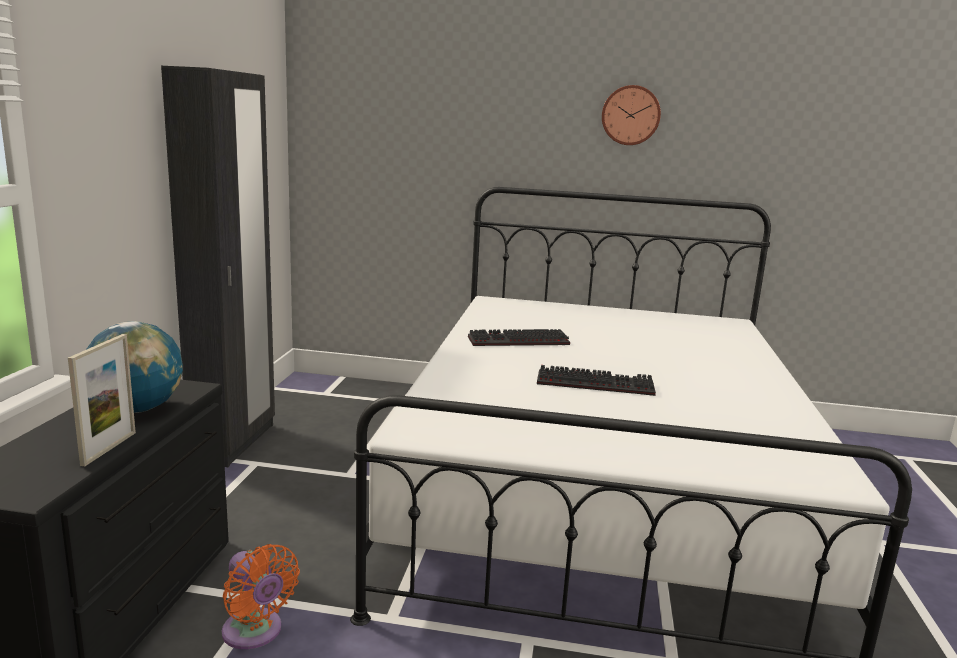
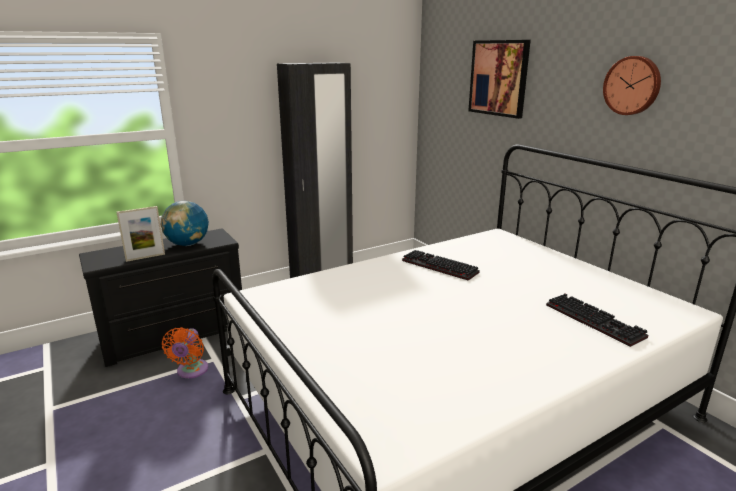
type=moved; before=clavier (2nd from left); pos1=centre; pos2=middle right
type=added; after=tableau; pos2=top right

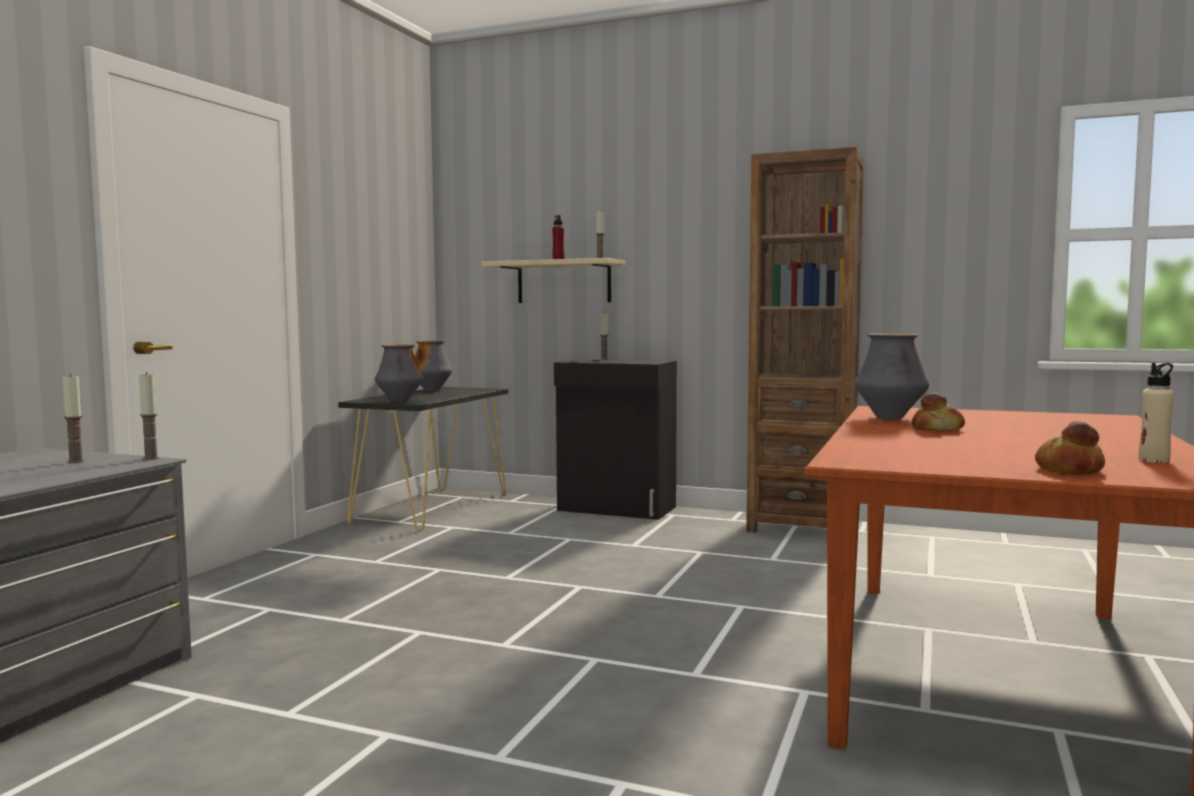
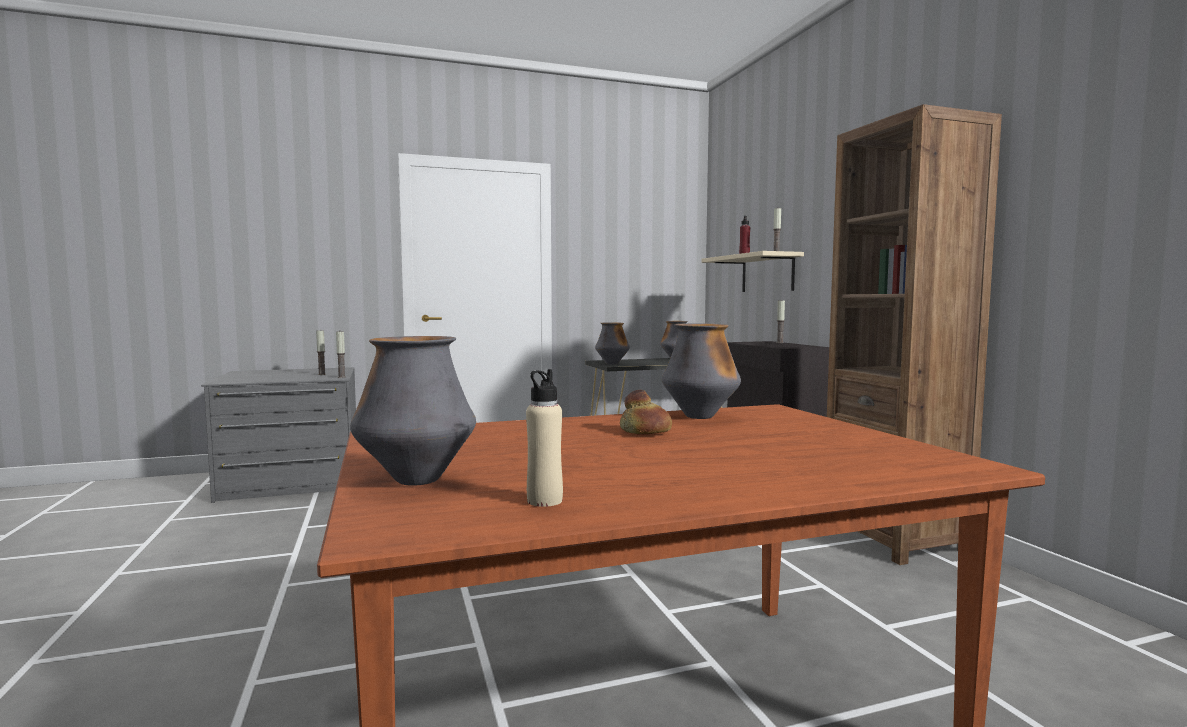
type=replaced; before=pain (2nd from left); after=vase (1st from left); pos1=middle right; pos2=centre

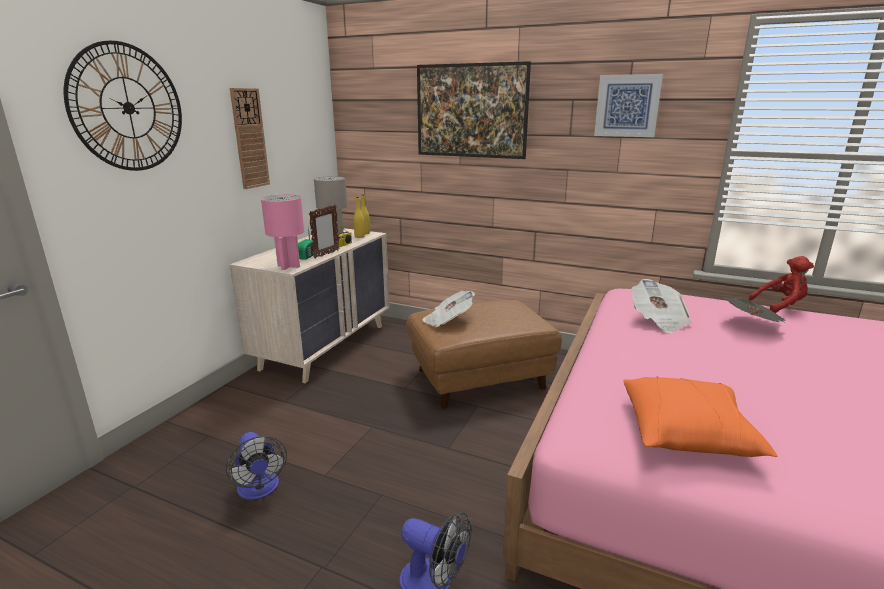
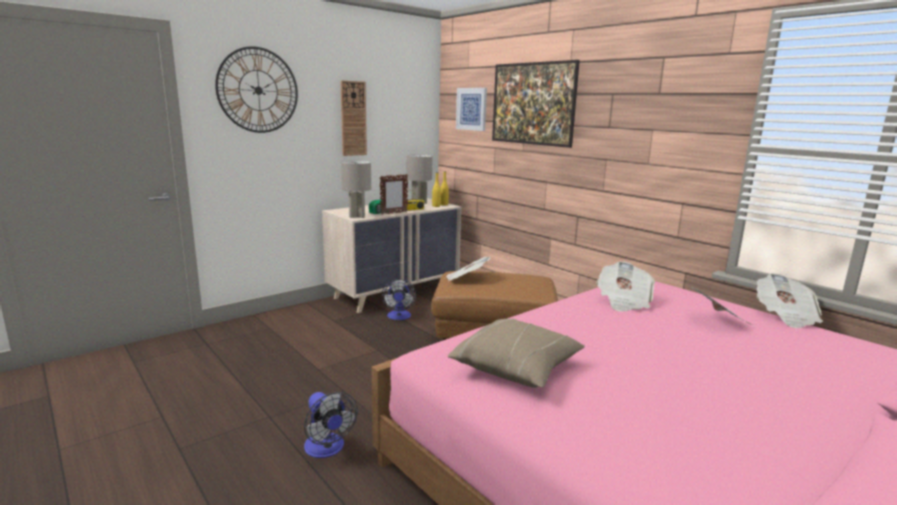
type=moved; before=ventilateur (1st from left in the first image); after=ventilateur (2nd from left); pos1=bottom left; pos2=centre
type=recoloured; before=lampe de table [rose]; after=lampe de table [gris] (1st from left); pos1=middle left; pos2=centre
type=moved; before=tableau (2nd from left in the first image); after=tableau (1st from left); pos1=top right; pos2=top centre
type=recoloured; before=coussin [orange]; after=coussin [beige]; pos1=bottom right; pos2=bottom centre
type=replaced; before=peluche [rouge]; after=journal (4th from left); pos1=middle right; pos2=middle right

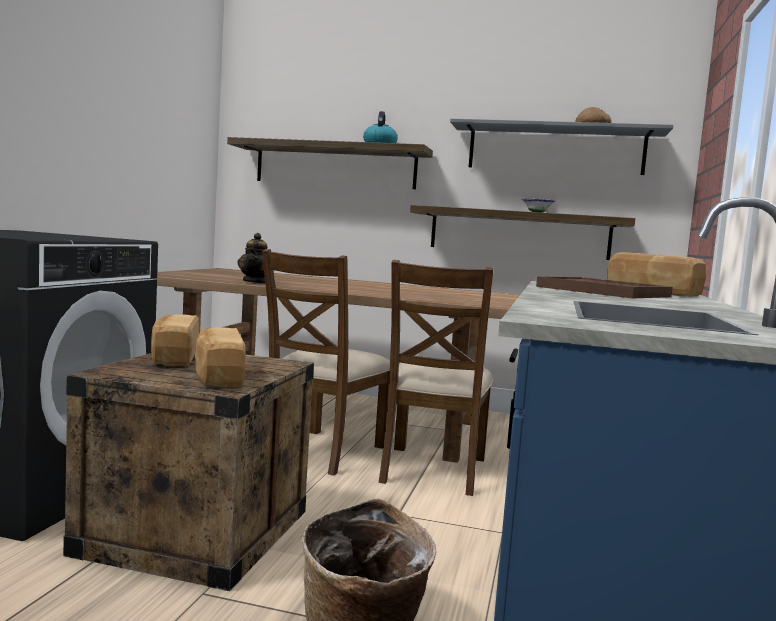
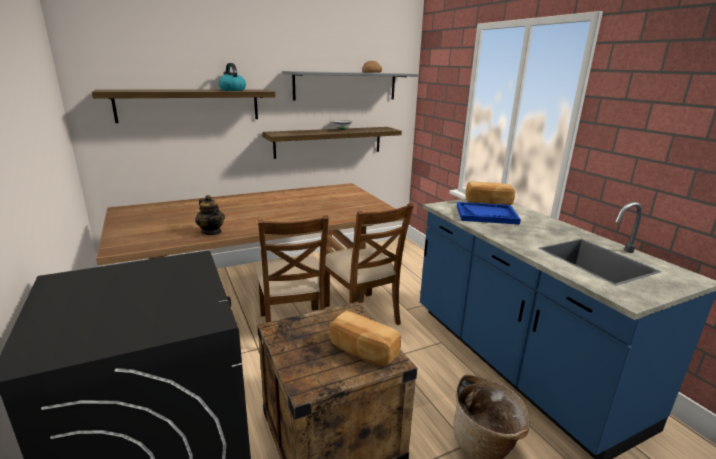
type=removed; before=pain (1st from left); pos1=middle left
type=recoloured; before=plateau [marron]; after=plateau [bleu]; pos1=middle right; pos2=middle right

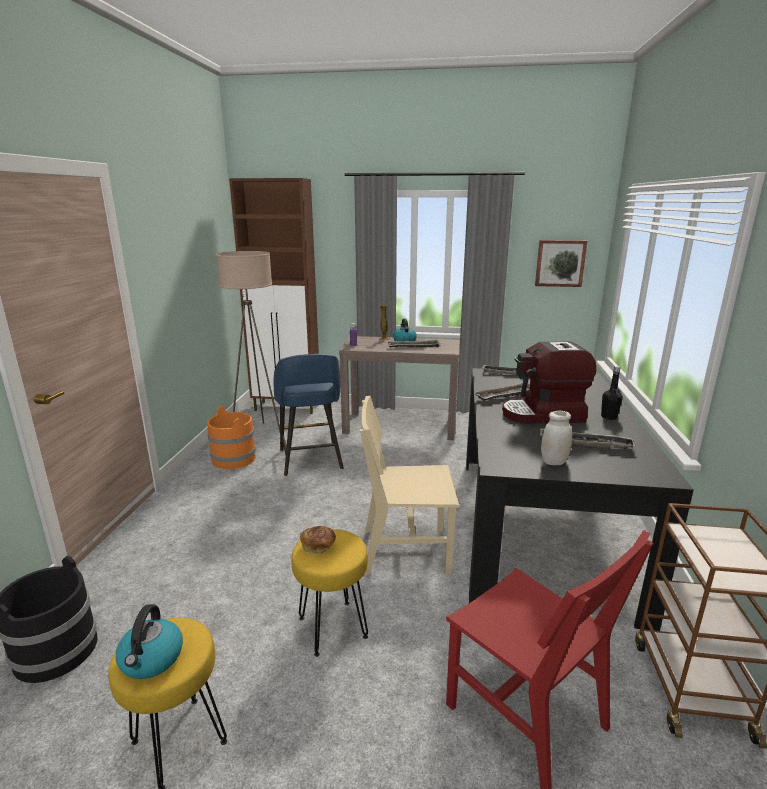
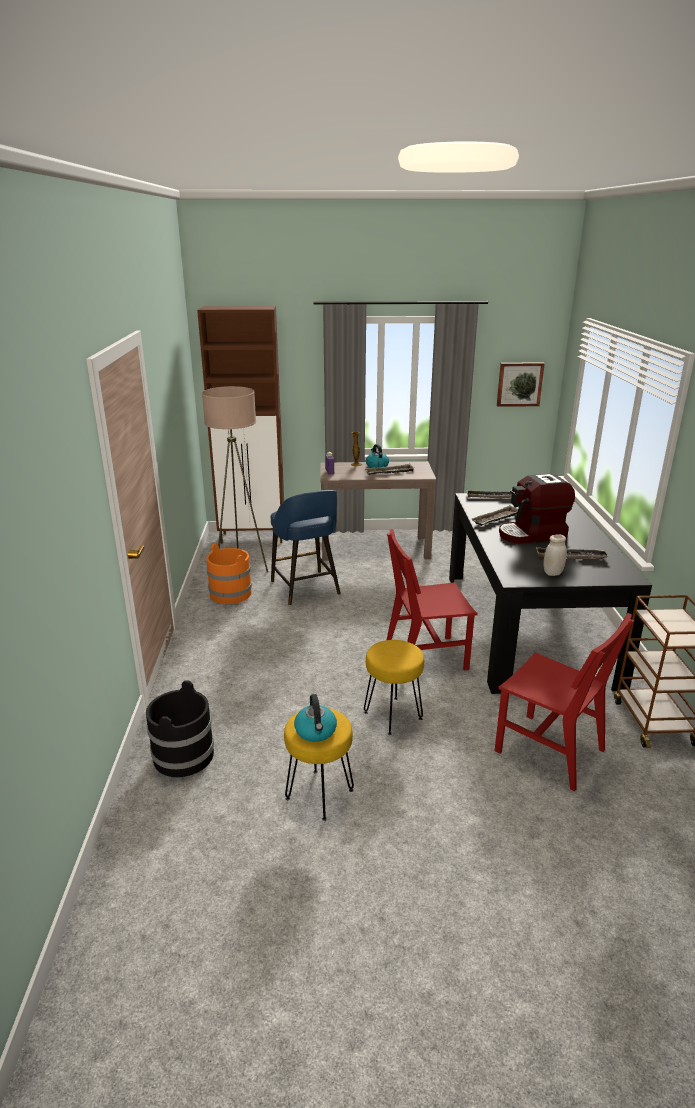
type=removed; before=pain; pos1=bottom centre
type=recoloured; before=chaise [beige]; after=chaise [rouge] (1st from left); pos1=centre; pos2=centre
type=removed; before=bouteille [noir]; pos1=middle right

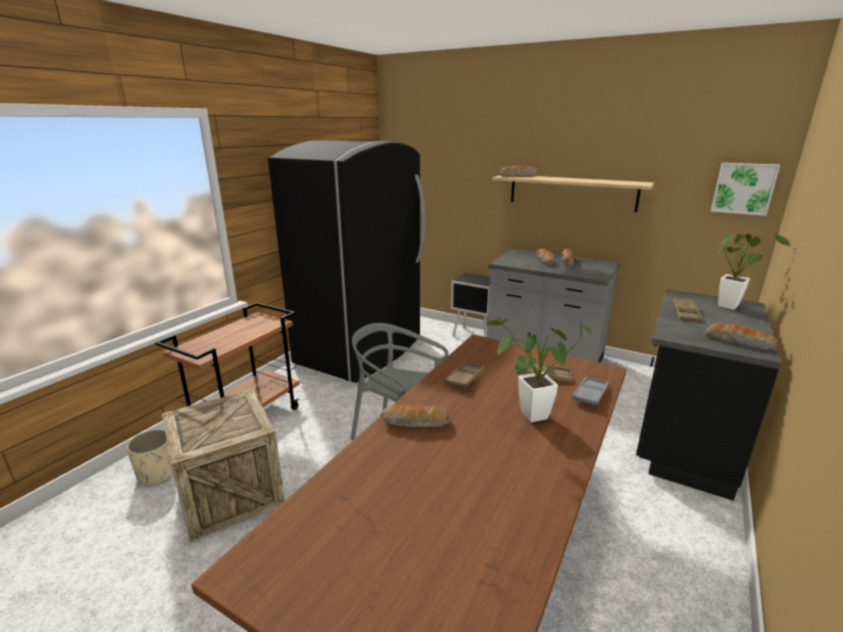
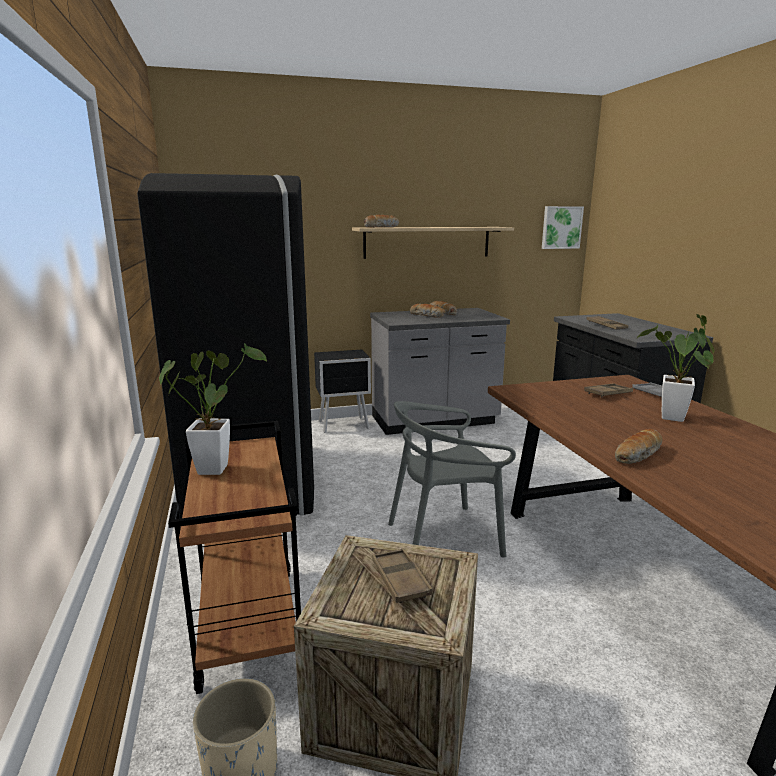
type=moved; before=plateau [marron] (1st from left); pos1=centre; pos2=bottom centre
type=removed; before=pain (5th from left); pos1=middle right
type=moved; before=plante en pot (2nd from left in the first image); after=plante en pot (1st from left); pos1=middle right; pos2=middle left

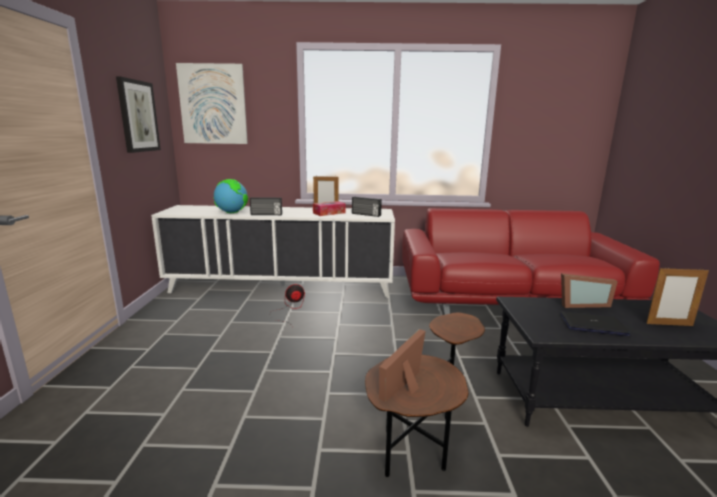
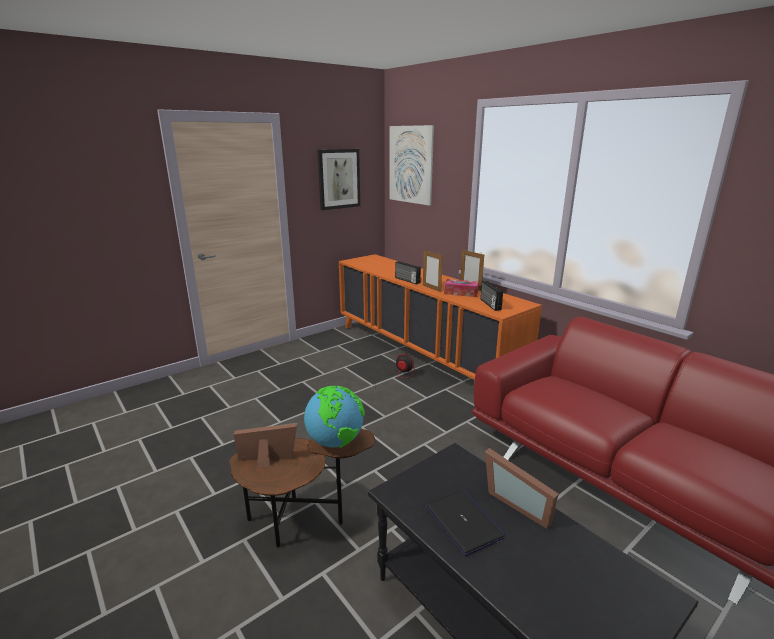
type=recoloured; before=meuble de rangement [blanc]; after=meuble de rangement [orange]; pos1=centre; pos2=centre
type=moved; before=globe; pos1=middle left; pos2=centre
type=moved; before=cadre photo (4th from left in the first image); after=cadre photo (2nd from left); pos1=middle right; pos2=centre

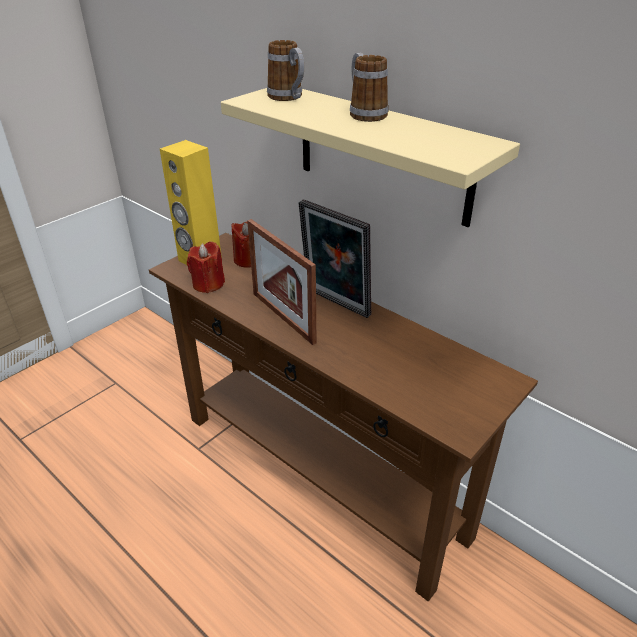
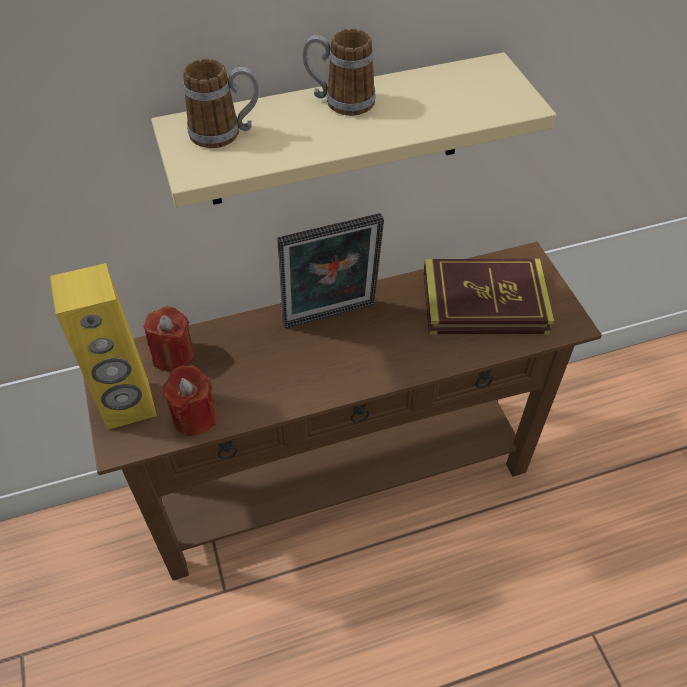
type=removed; before=cadre photo (1st from left); pos1=centre
type=added; after=livre; pos2=middle right

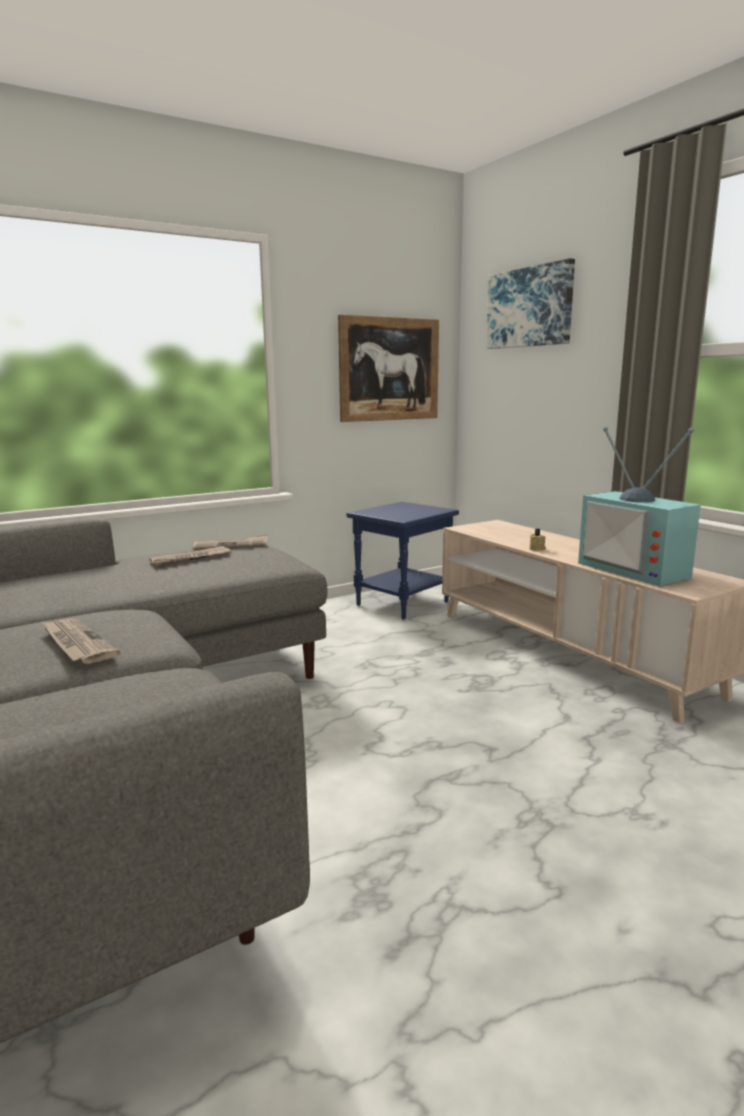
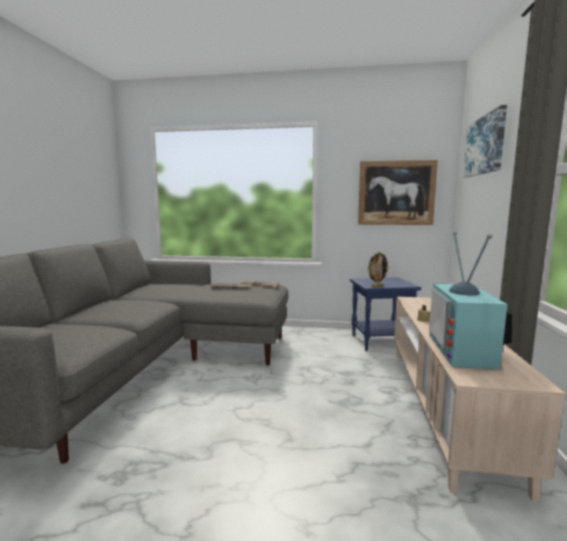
type=removed; before=journal (1st from left); pos1=middle left
type=added; after=cadre photo; pos2=middle right

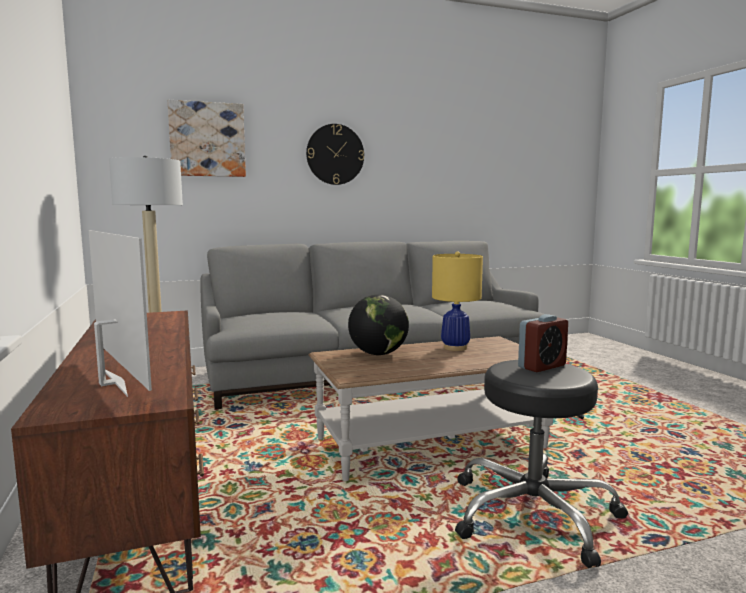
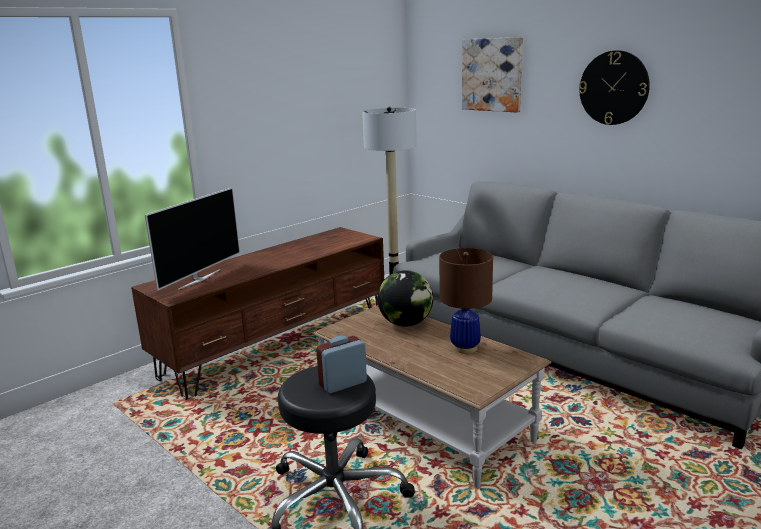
type=recoloured; before=lampe de table [jaune]; after=lampe de table [marron]; pos1=centre; pos2=centre
type=turned; before=réveil; pos1=middle right; pos2=bottom centre; turn=120

